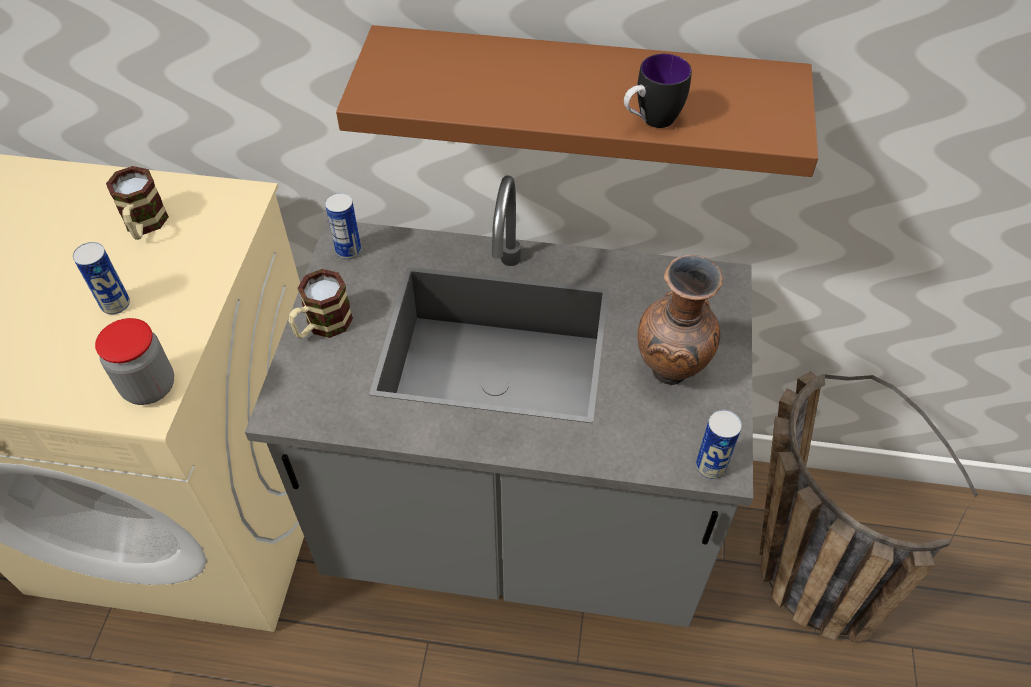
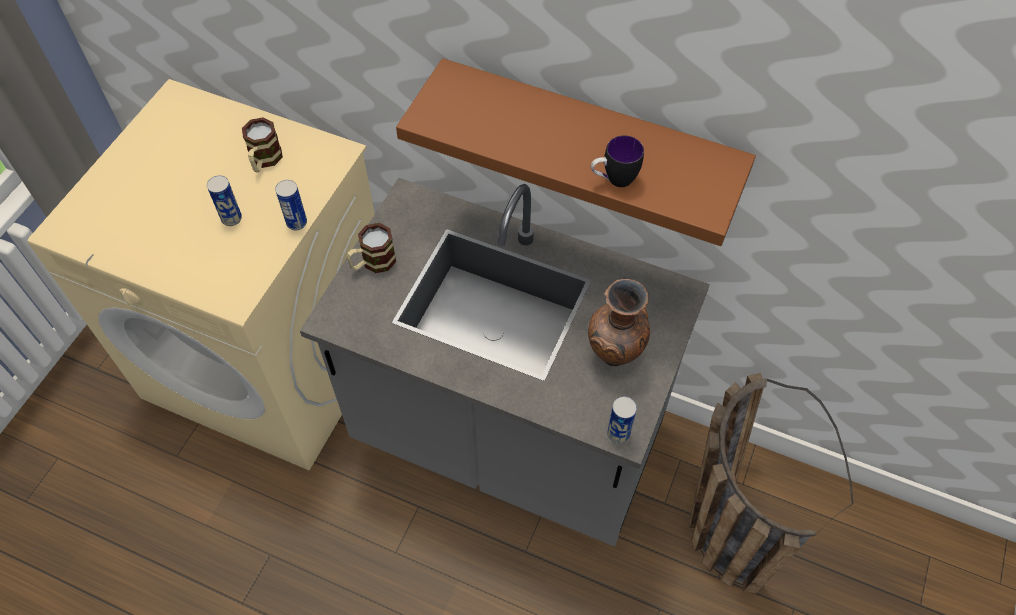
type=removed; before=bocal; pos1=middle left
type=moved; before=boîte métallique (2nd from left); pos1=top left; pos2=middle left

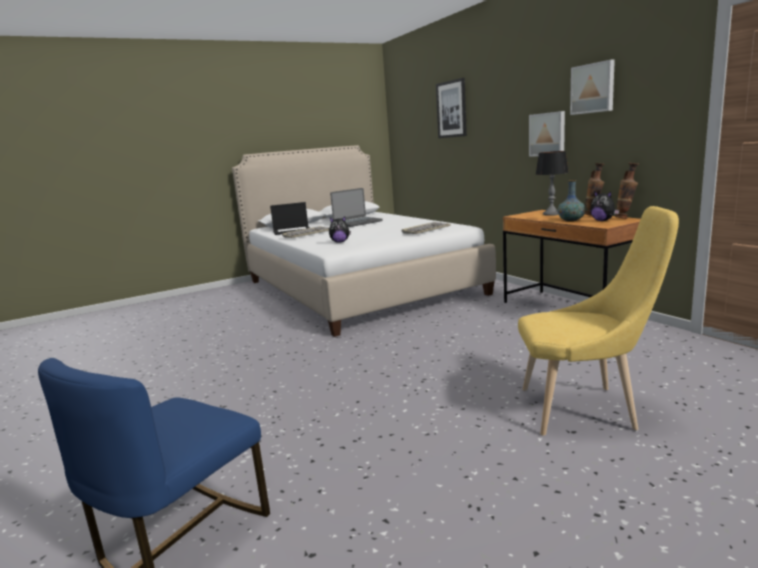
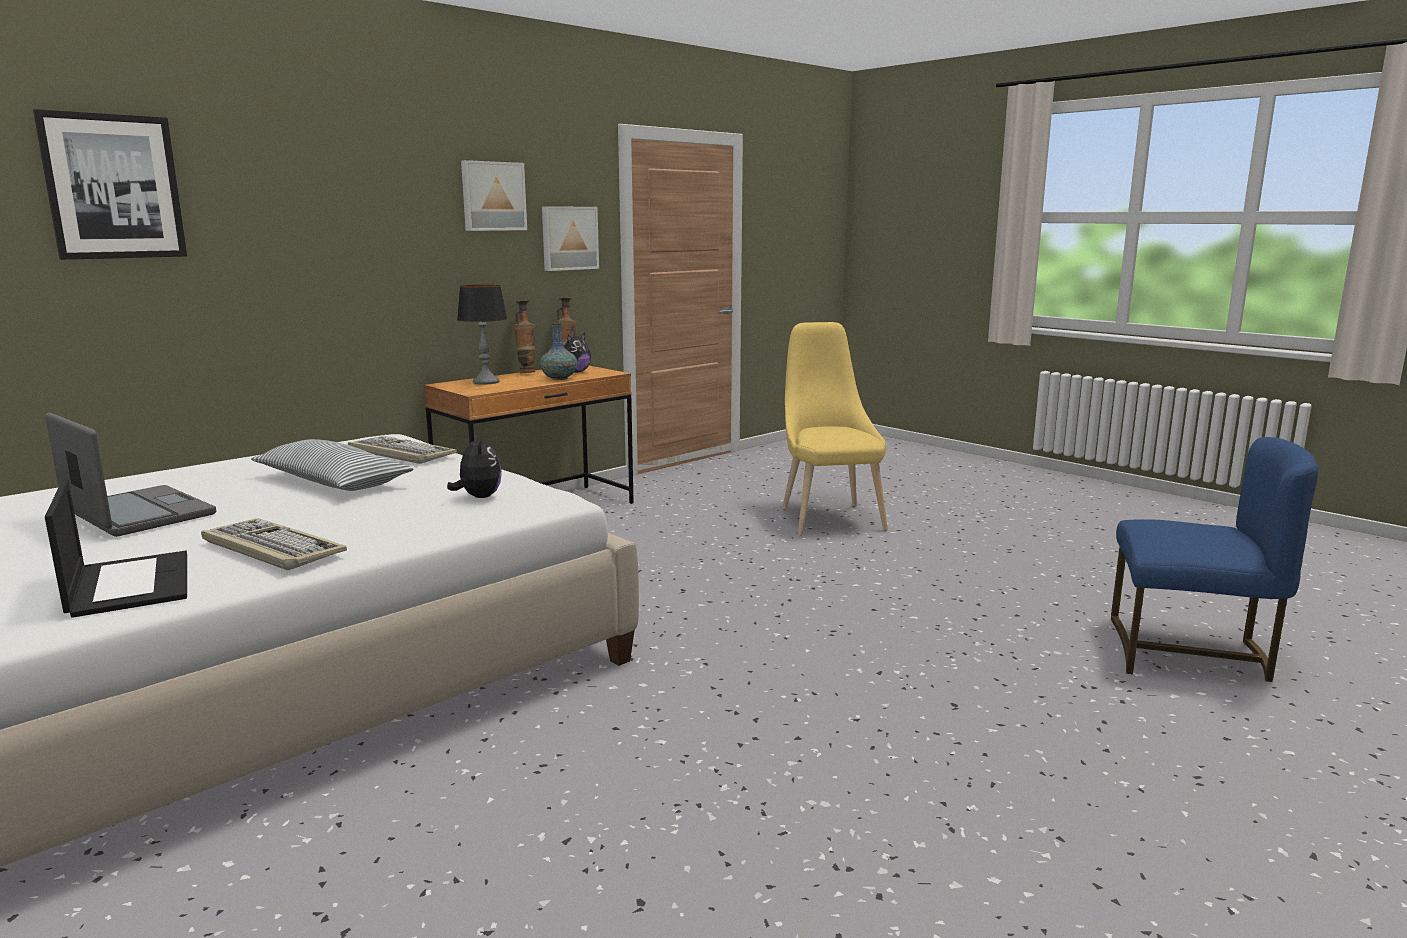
type=moved; before=tableau (2nd from left in the first image); after=tableau (3rd from left); pos1=top right; pos2=top centre
type=added; after=coussin; pos2=middle left

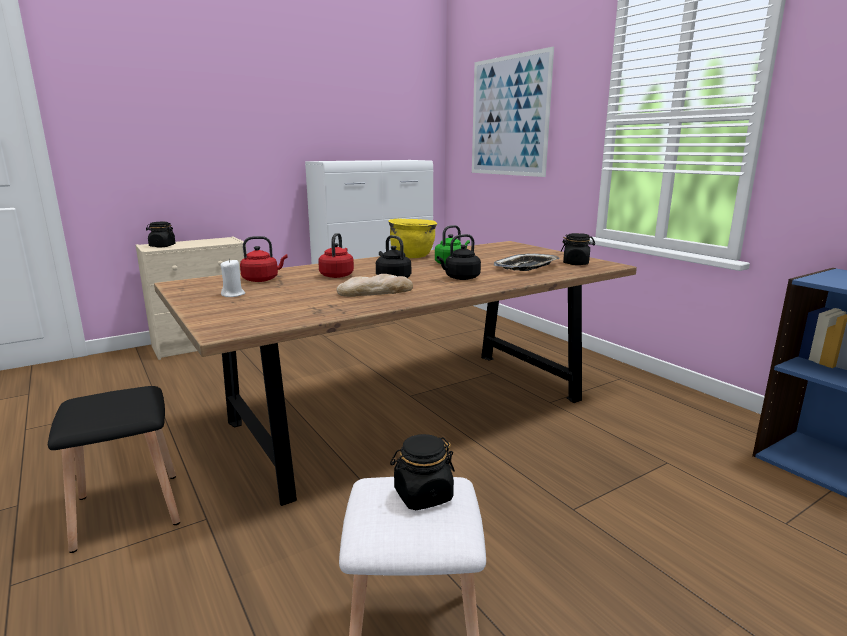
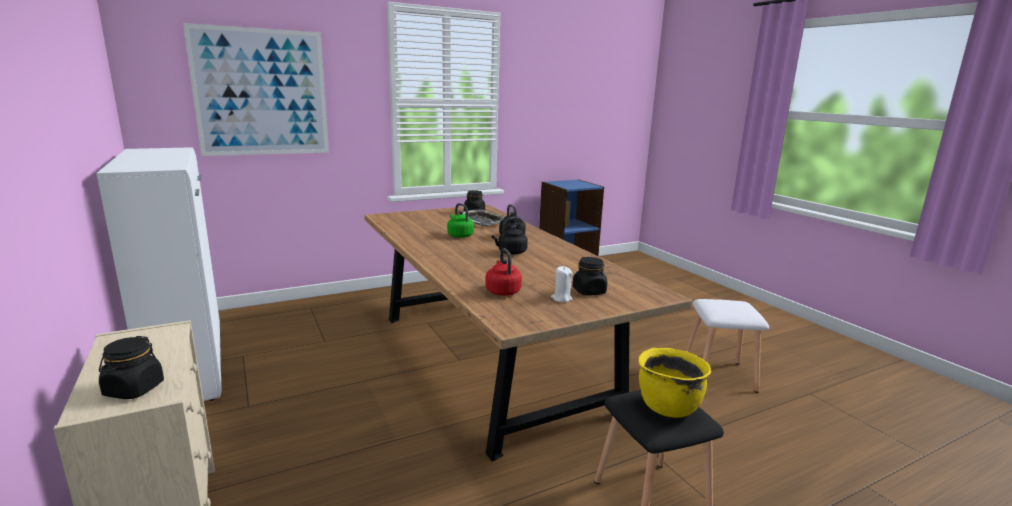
type=removed; before=bouilloire [rouge] (2nd from left); pos1=centre
type=removed; before=pain; pos1=centre
type=moved; before=marmite [jaune]; pos1=centre; pos2=bottom centre
type=moved; before=bocal [noir] (2nd from left in the first image); after=bocal [noir] (3rd from left); pos1=bottom centre; pos2=centre

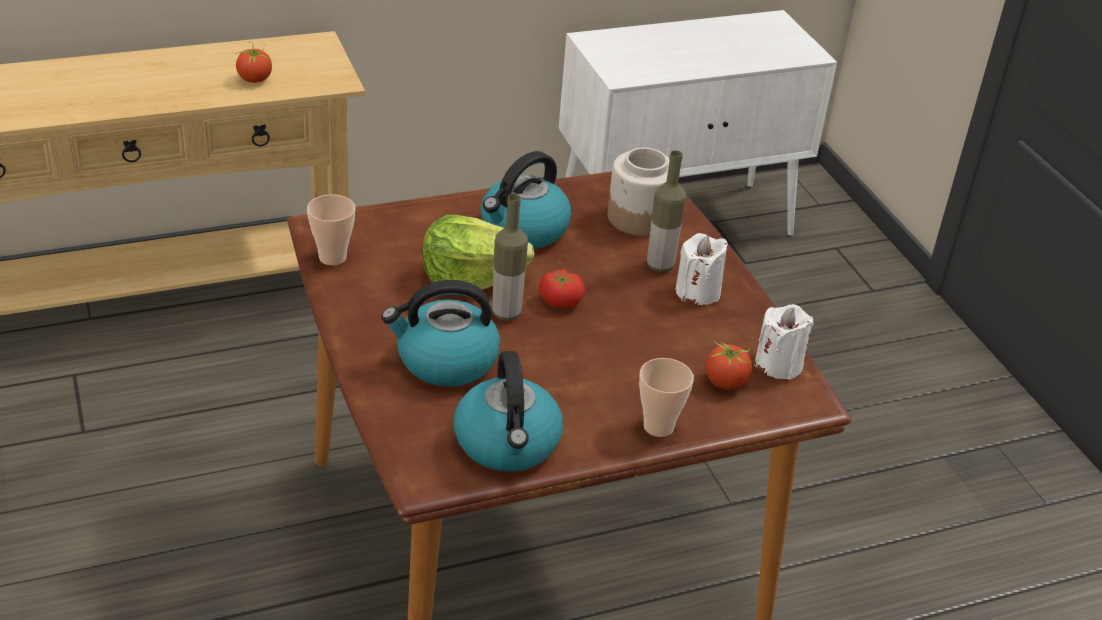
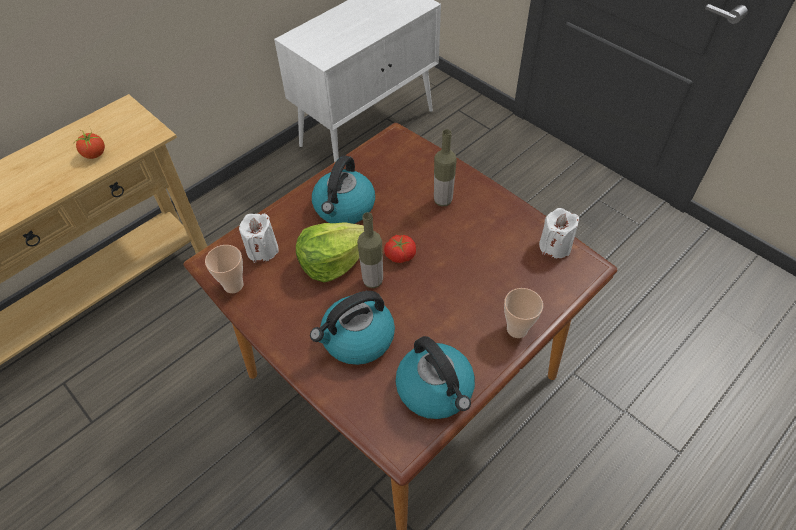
type=removed; before=bocal; pos1=top centre
type=moved; before=bougie [blanc] (1st from left); pos1=centre; pos2=middle left
type=removed; before=tomate (3rd from left); pos1=centre

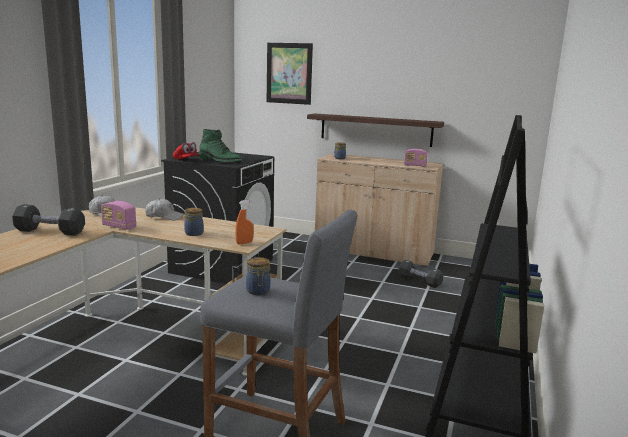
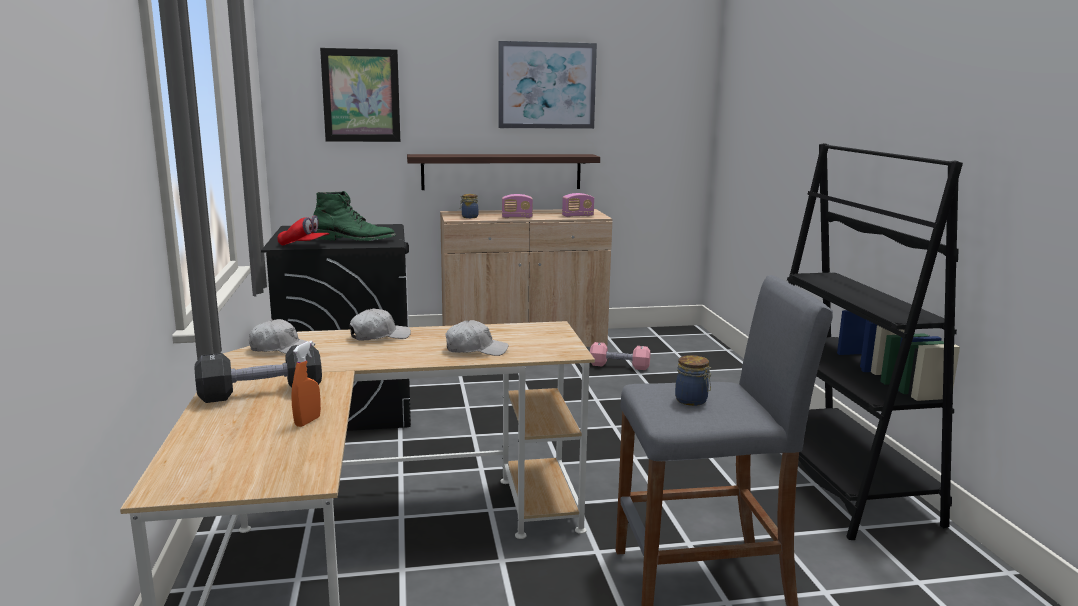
type=moved; before=radio (1st from left); pos1=middle left; pos2=centre
type=replaced; before=bocal (1st from left); after=casquette [blanc] (3rd from left); pos1=middle left; pos2=centre
type=moved; before=vaporisateur [orange]; pos1=centre; pos2=middle left
type=recoloured; before=haltère [noir] (2nd from left); after=haltère [rose]; pos1=middle right; pos2=centre
type=added; after=tableau (2nd from left); pos2=top centre

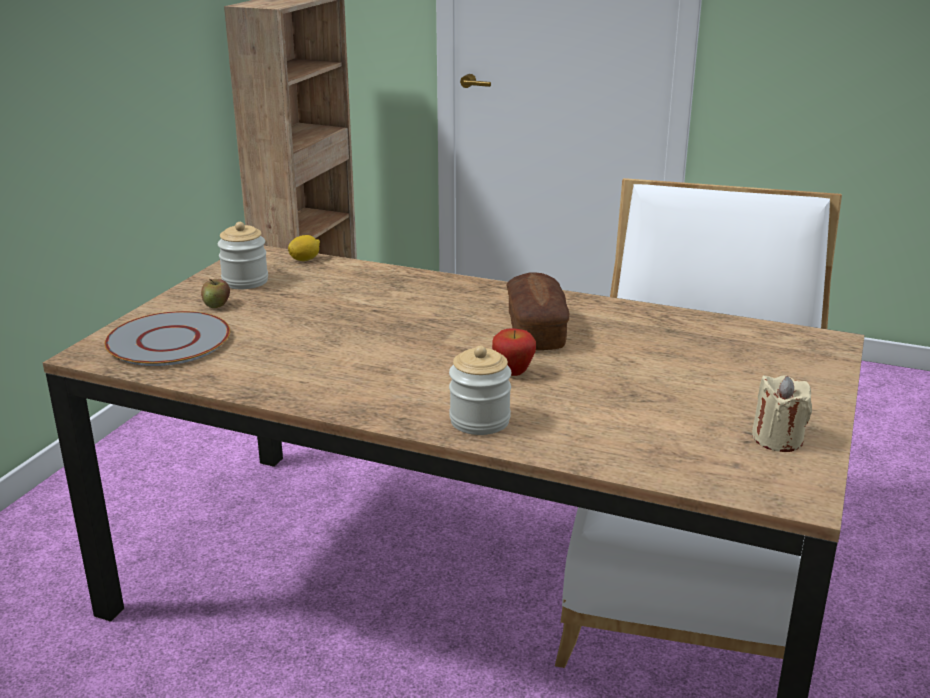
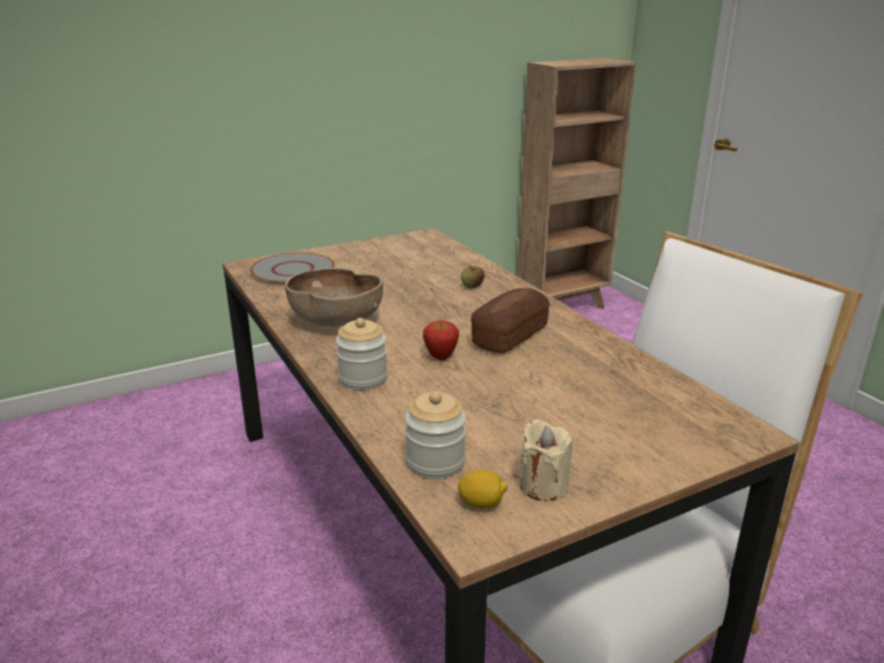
type=moved; before=pomme (1st from left in the first image); after=pomme (2nd from left); pos1=middle left; pos2=centre
type=moved; before=bocal (1st from left in the first image); after=bocal (2nd from left); pos1=middle left; pos2=centre
type=moved; before=citron; pos1=middle left; pos2=bottom centre
type=added; after=bol [marron]; pos2=centre

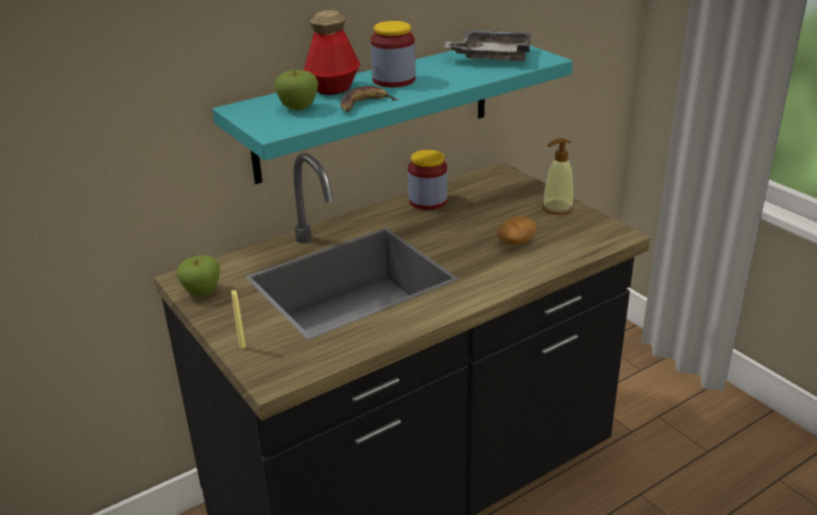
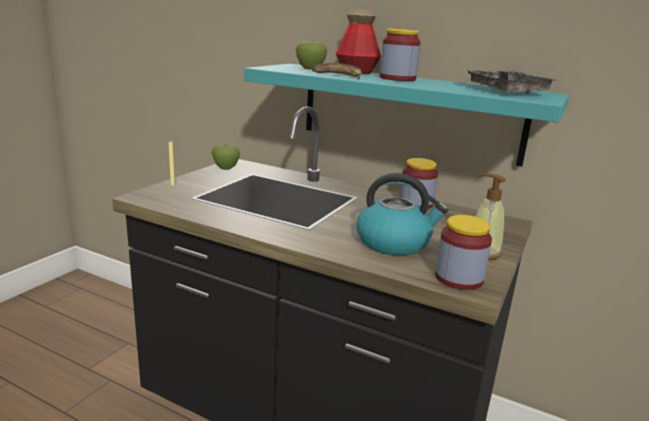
type=replaced; before=pomme de terre; after=bouilloire; pos1=centre; pos2=centre
type=added; after=bocal (3rd from left); pos2=middle right

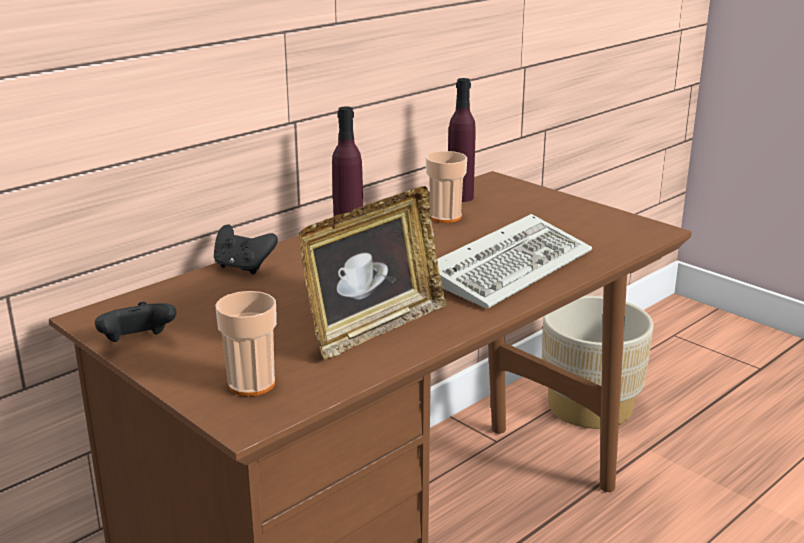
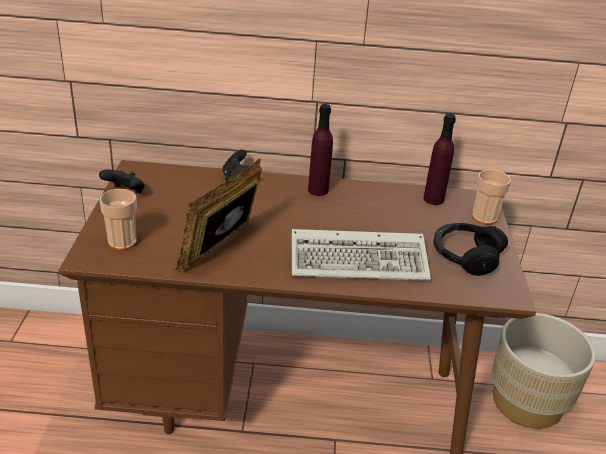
type=turned; before=cadre photo; pos1=centre; pos2=centre; turn=120
type=moved; before=tasse (2nd from left); pos1=centre; pos2=middle right
type=added; after=casque audio [noir]; pos2=middle right

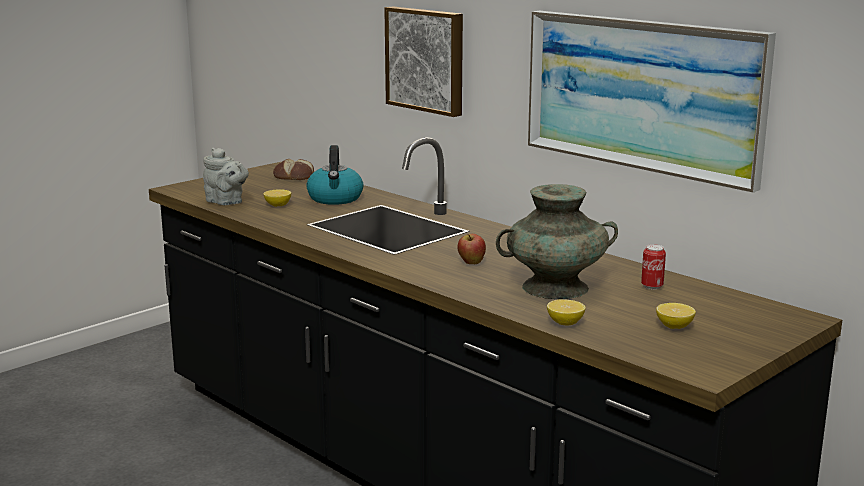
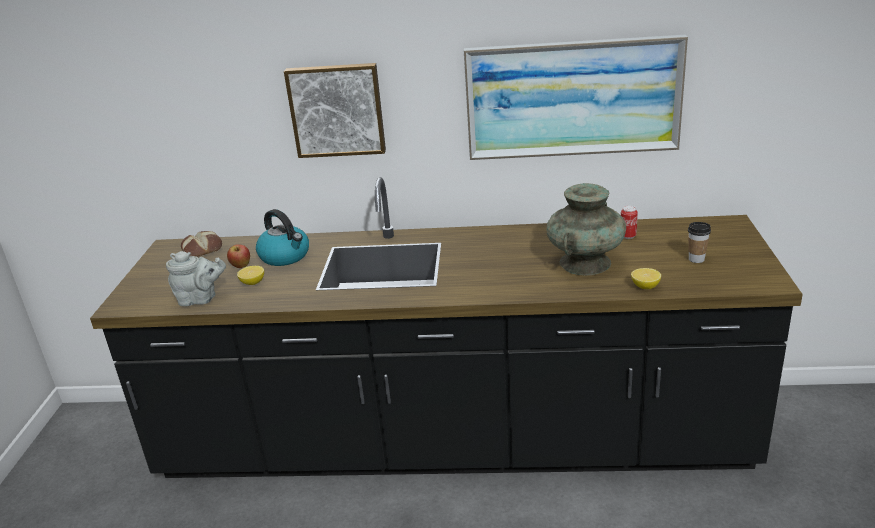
type=moved; before=pomme; pos1=centre; pos2=middle left
type=replaced; before=citron (3rd from left); after=tasse; pos1=middle right; pos2=middle right

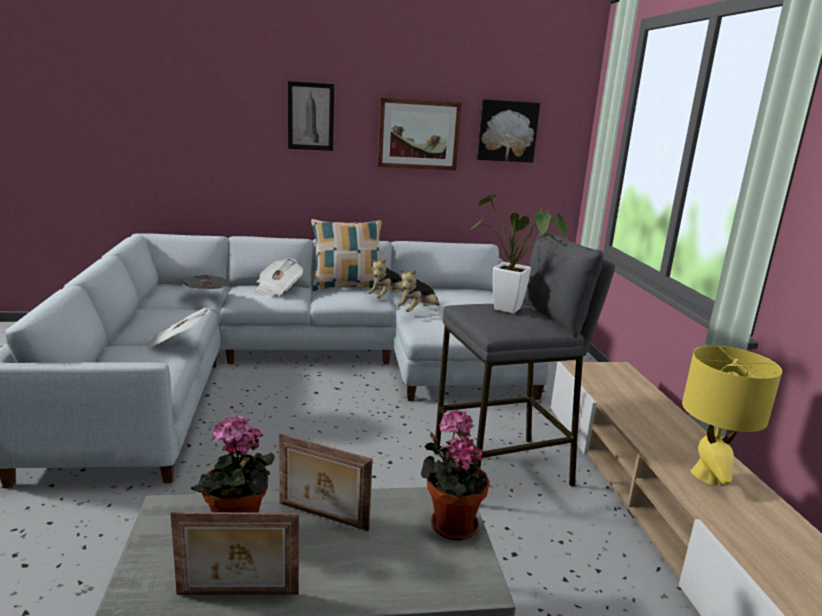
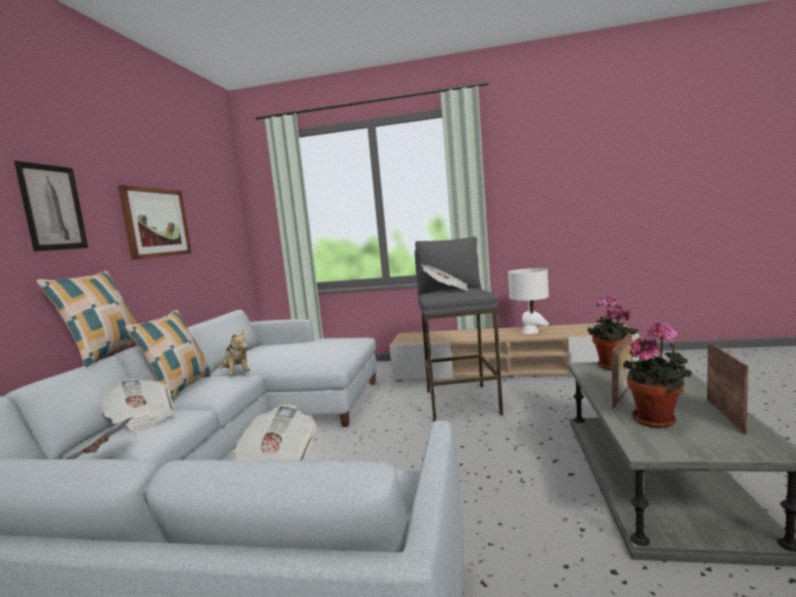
type=removed; before=peluche (2nd from left); pos1=centre
type=replaced; before=plante en pot (3rd from left); after=journal (4th from left); pos1=centre; pos2=centre
type=removed; before=tableau (3rd from left); pos1=top centre
type=recoloured; before=lampe de table [jaune]; after=lampe de table [blanc]; pos1=bottom right; pos2=centre
type=added; after=coussin (1st from left); pos2=middle left

